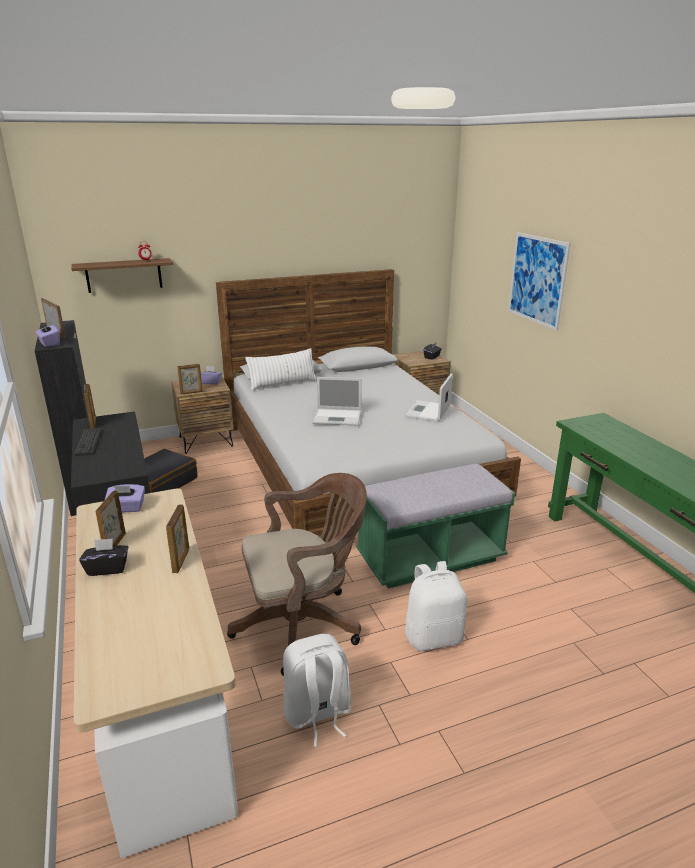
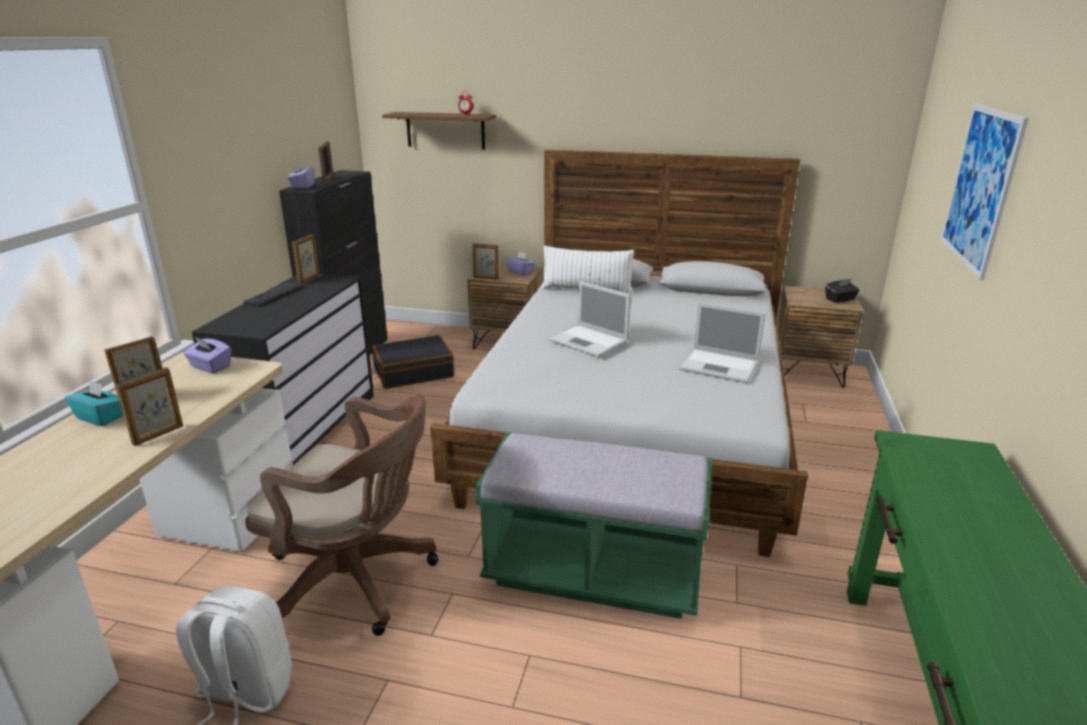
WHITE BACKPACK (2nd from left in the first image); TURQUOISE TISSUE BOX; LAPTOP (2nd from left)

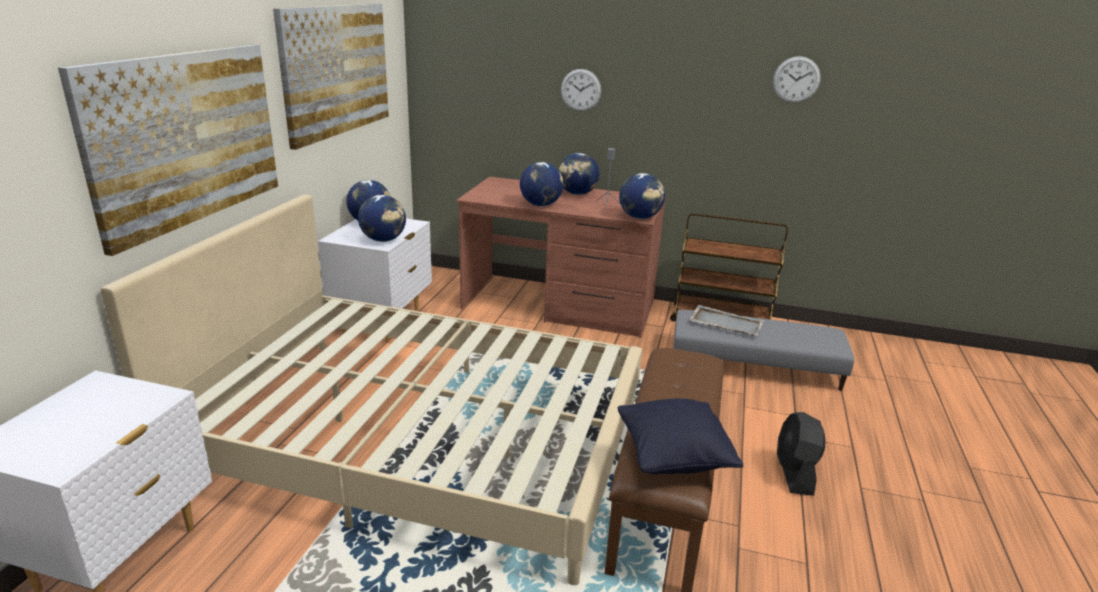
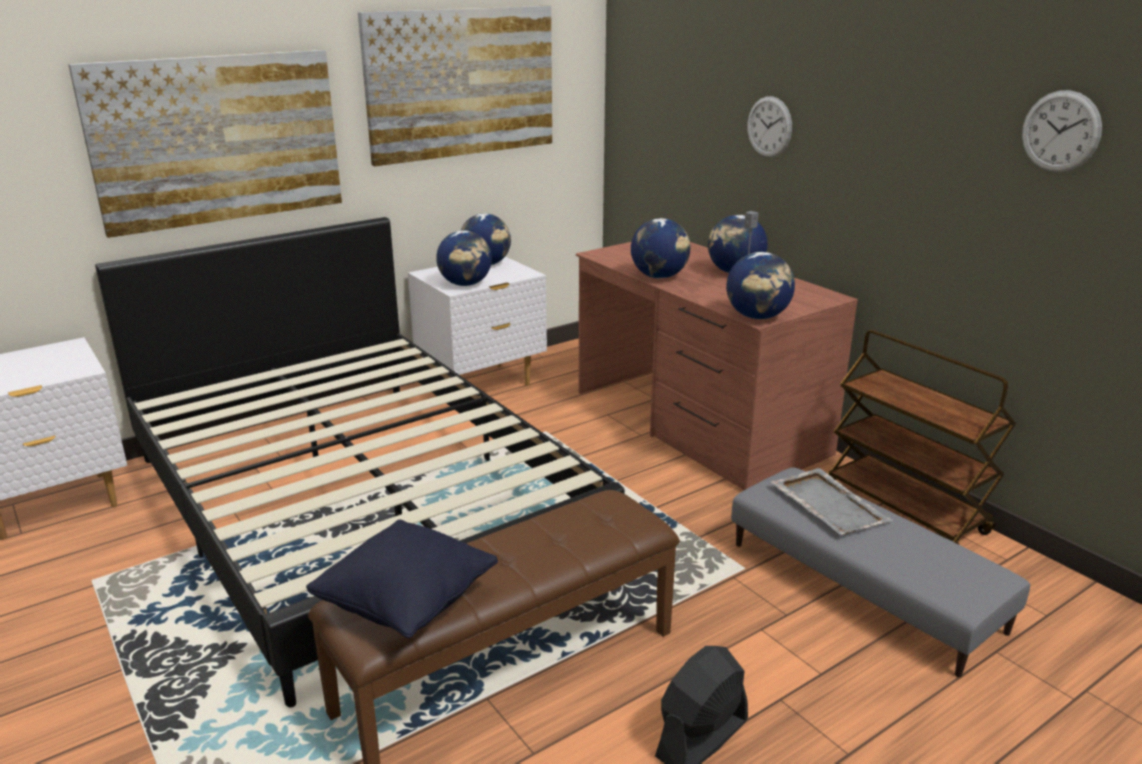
BLACK BED

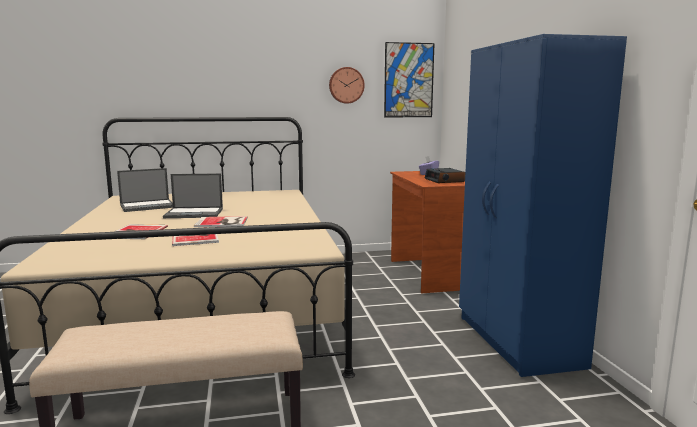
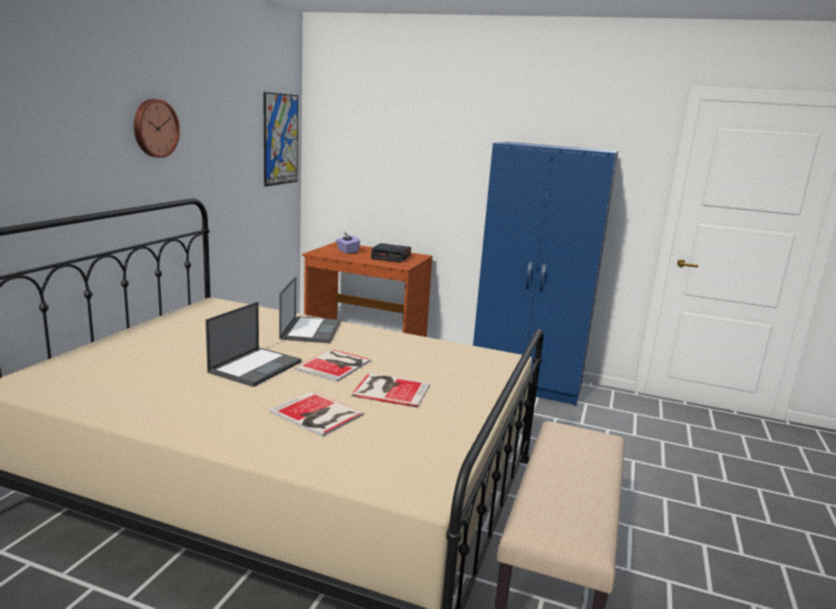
LAPTOP (2nd from left); WALL CLOCK

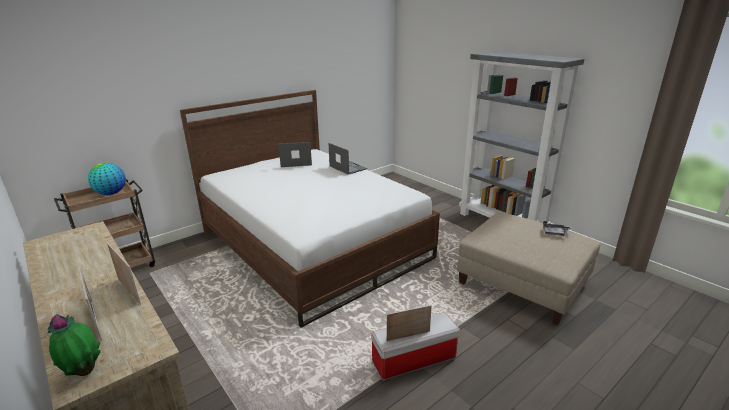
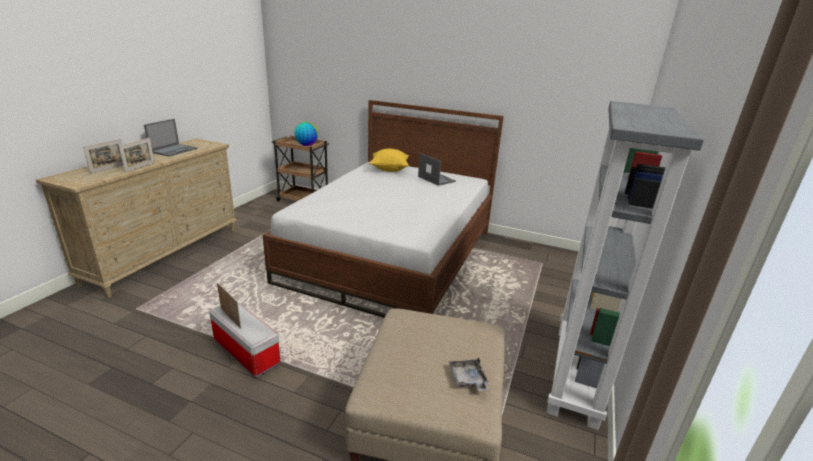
POTTED PLANT; YELLOW PILLOW; LAPTOP (1st from left)

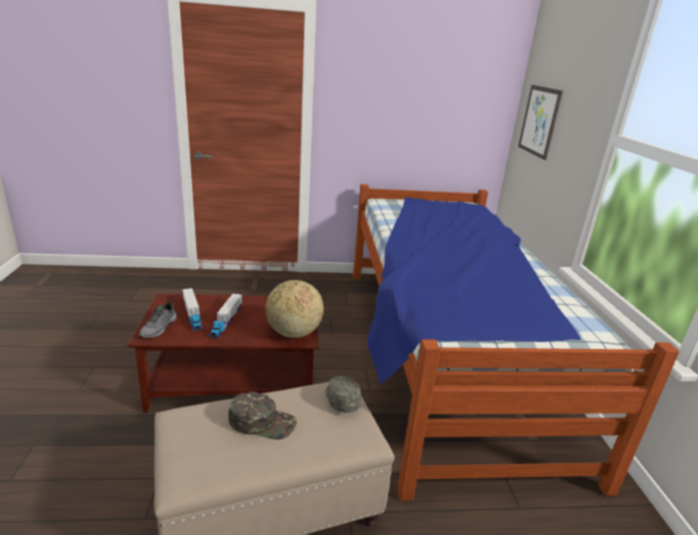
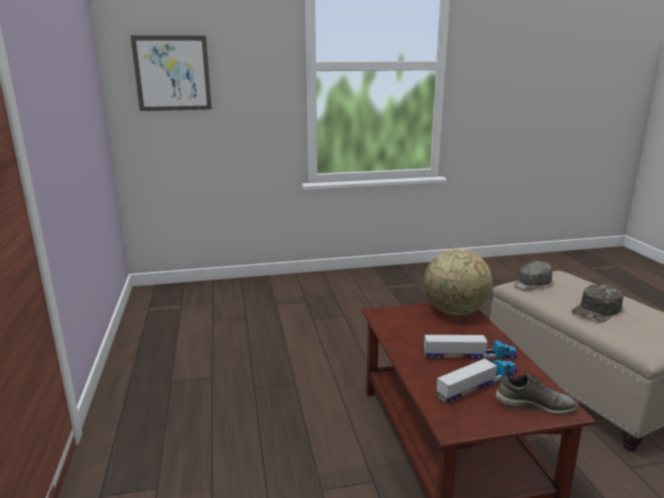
BED; GREEN CAP

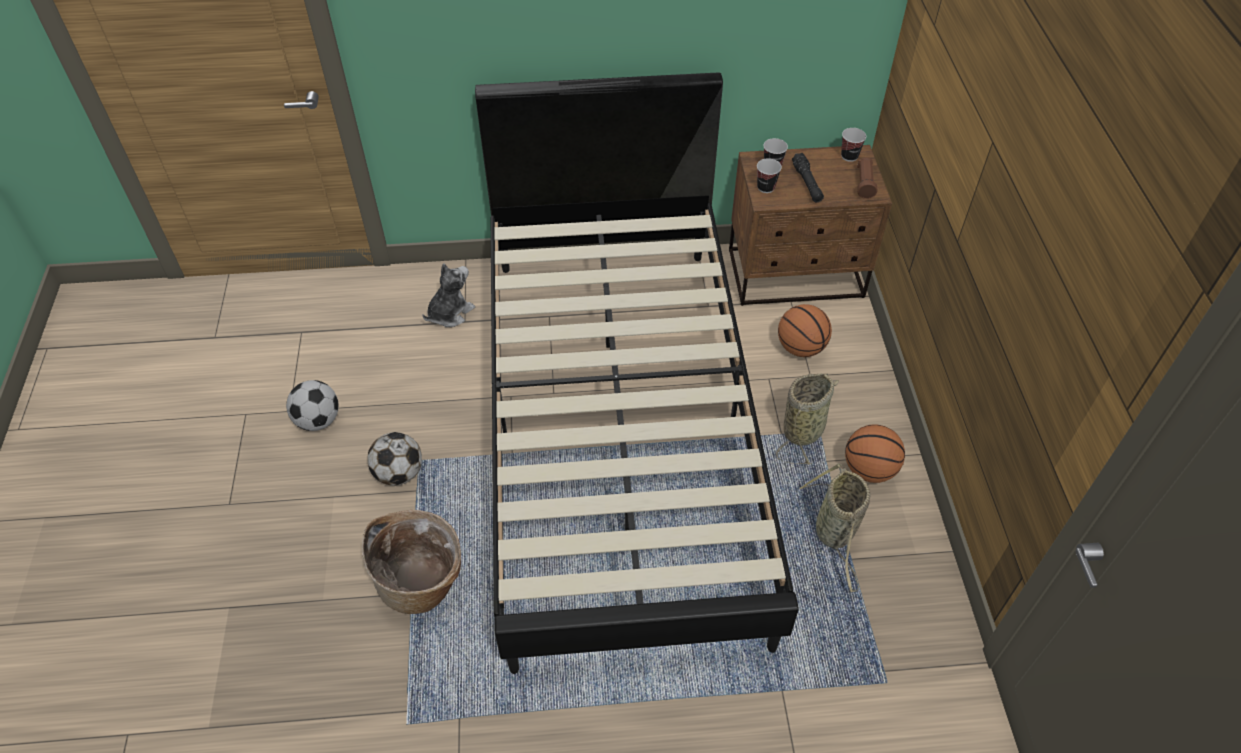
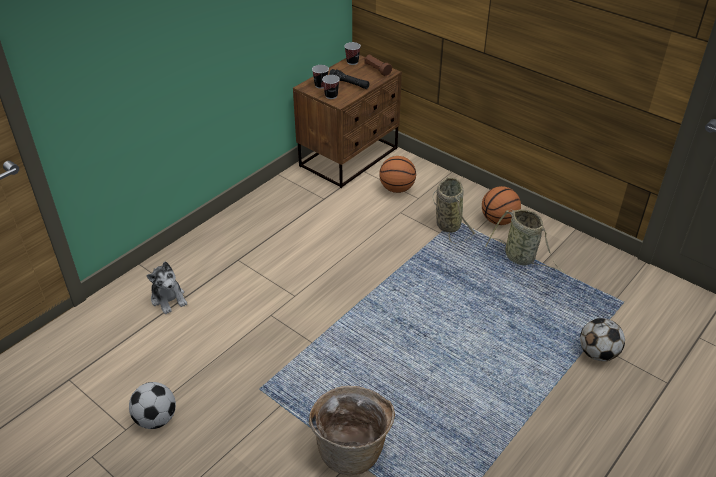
BLACK BED; FOOTBALL (2nd from left); PLUSH TOY

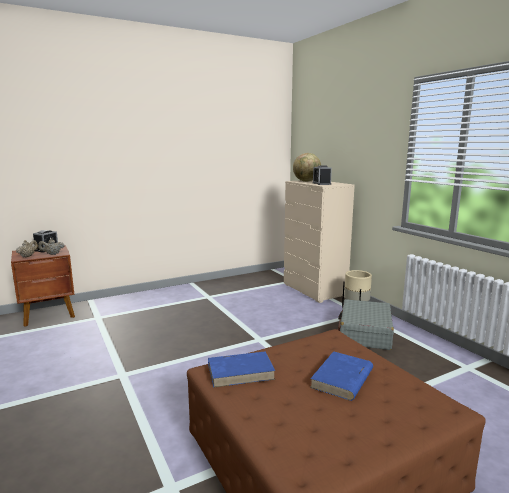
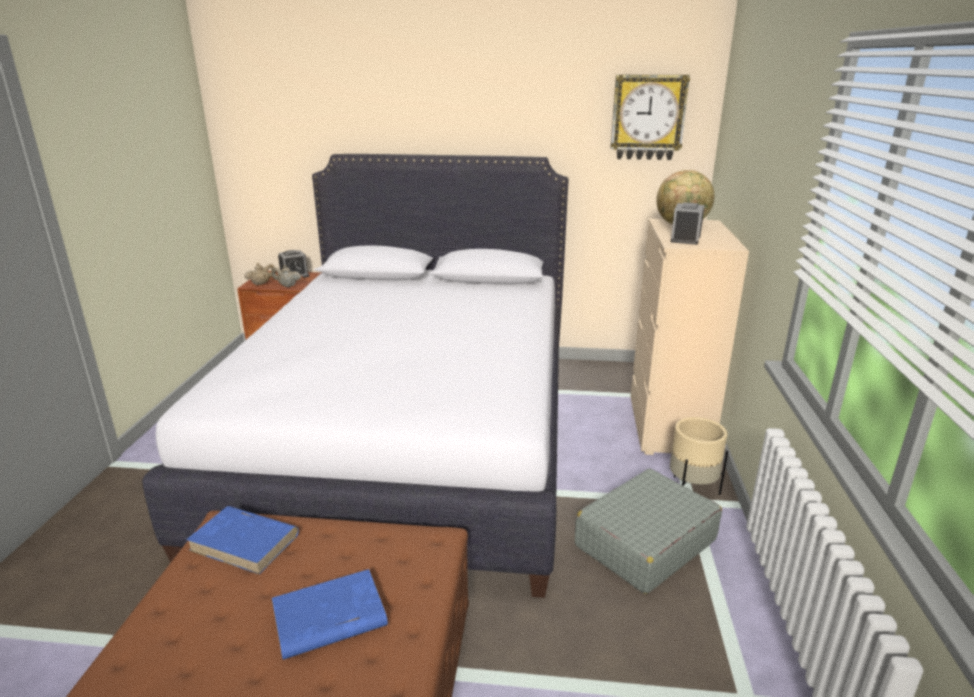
WHITE BED; WALL CLOCK

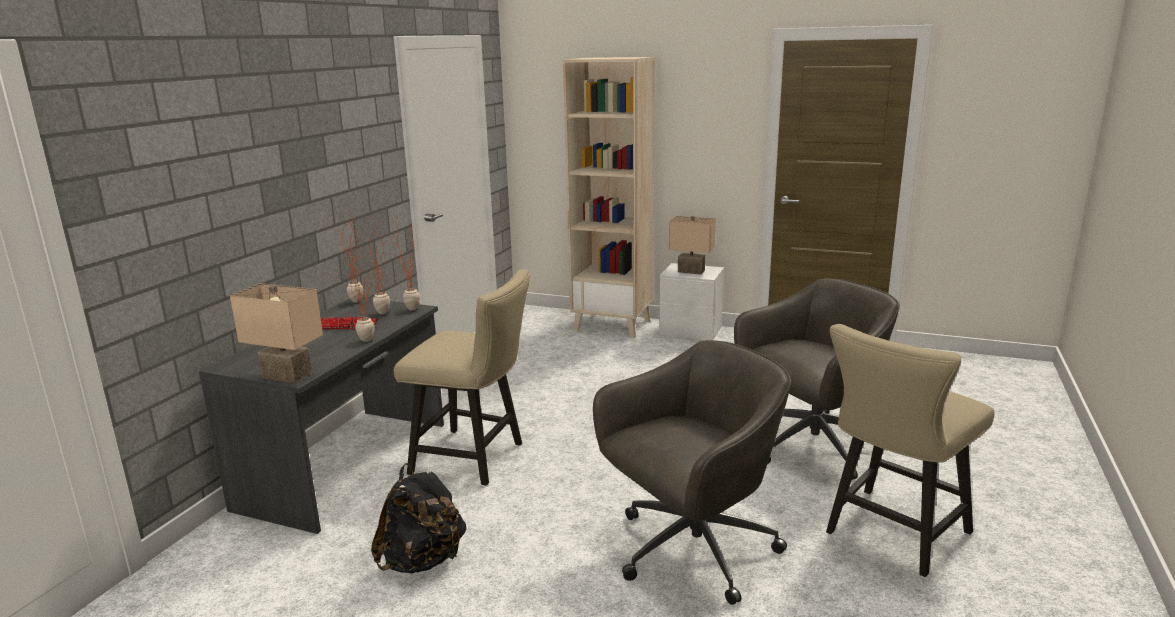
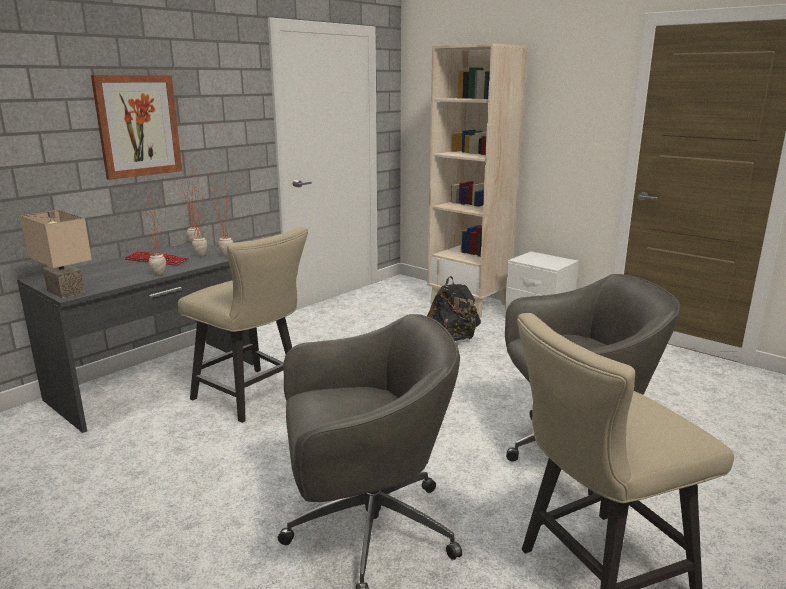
BEIGE TABLE LAMP (2nd from left in the first image); PICTURE; BLACK BACKPACK

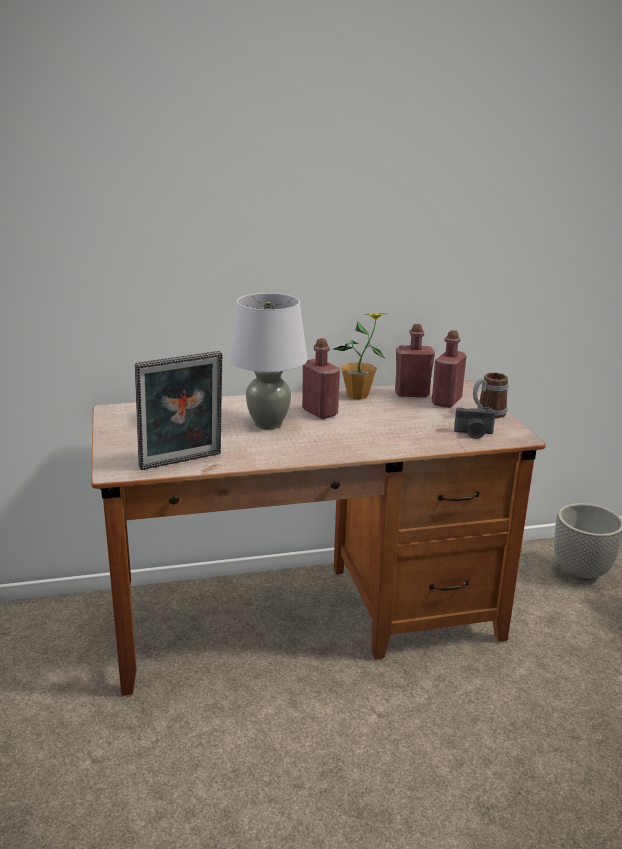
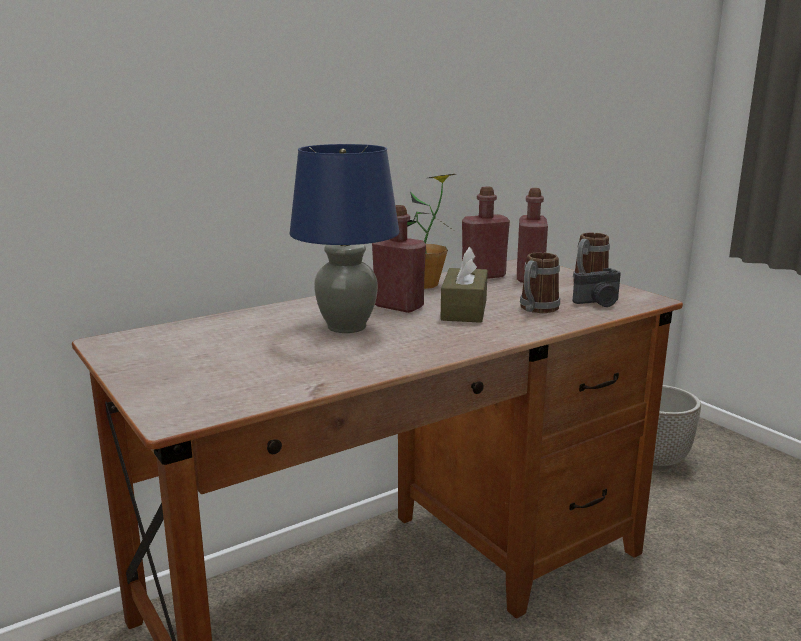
PICTURE FRAME; BROWN TISSUE BOX; MUG (1st from left); BLUE TABLE LAMP

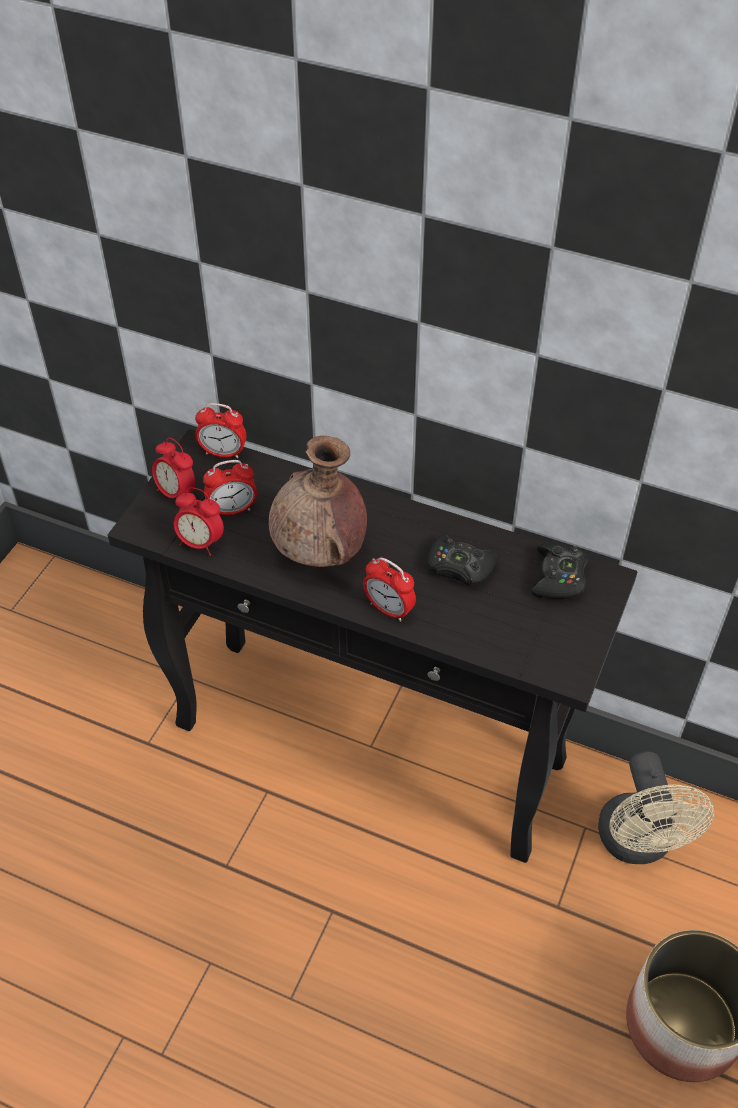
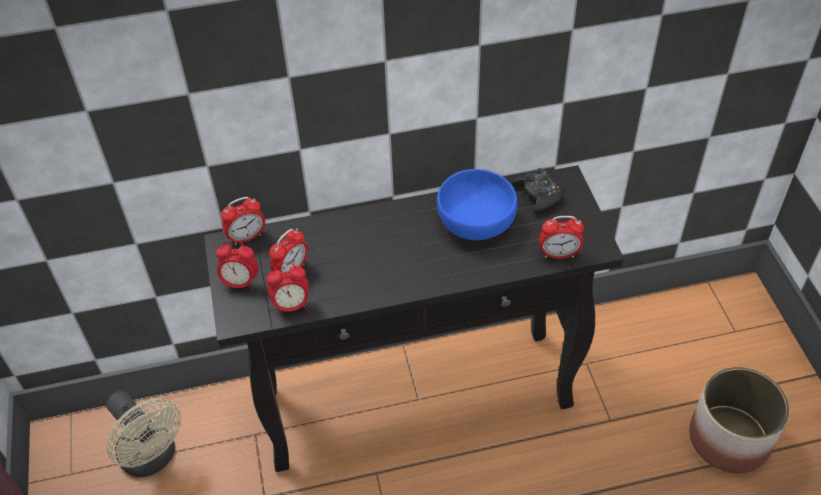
BROWN VASE; ALARM CLOCK (5th from left); BEIGE FAN; BLUE BOWL

